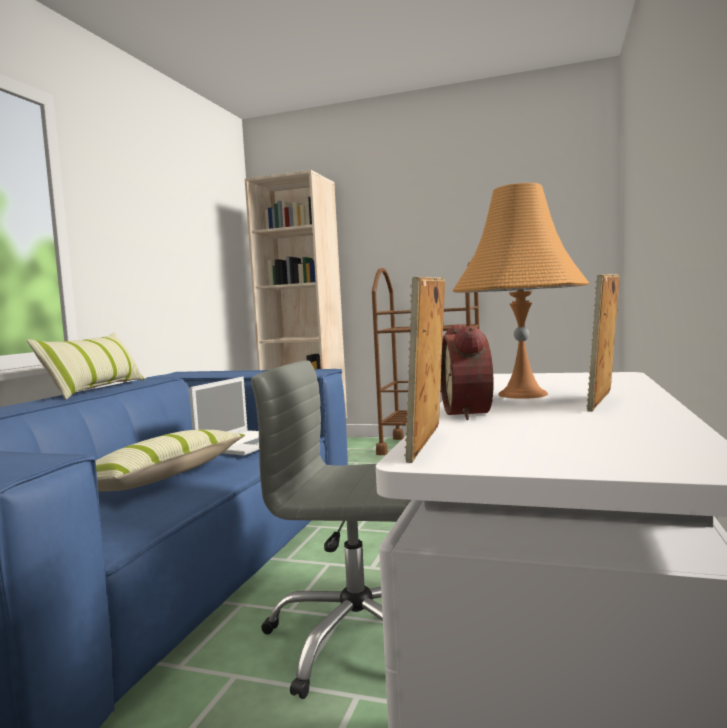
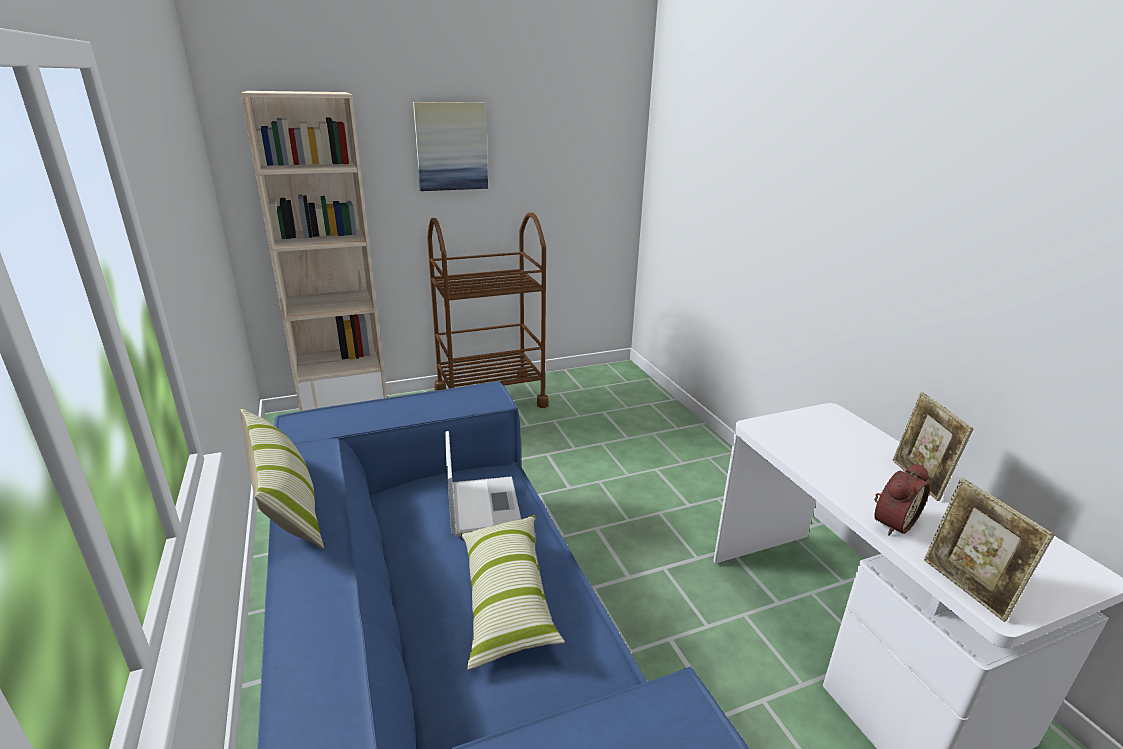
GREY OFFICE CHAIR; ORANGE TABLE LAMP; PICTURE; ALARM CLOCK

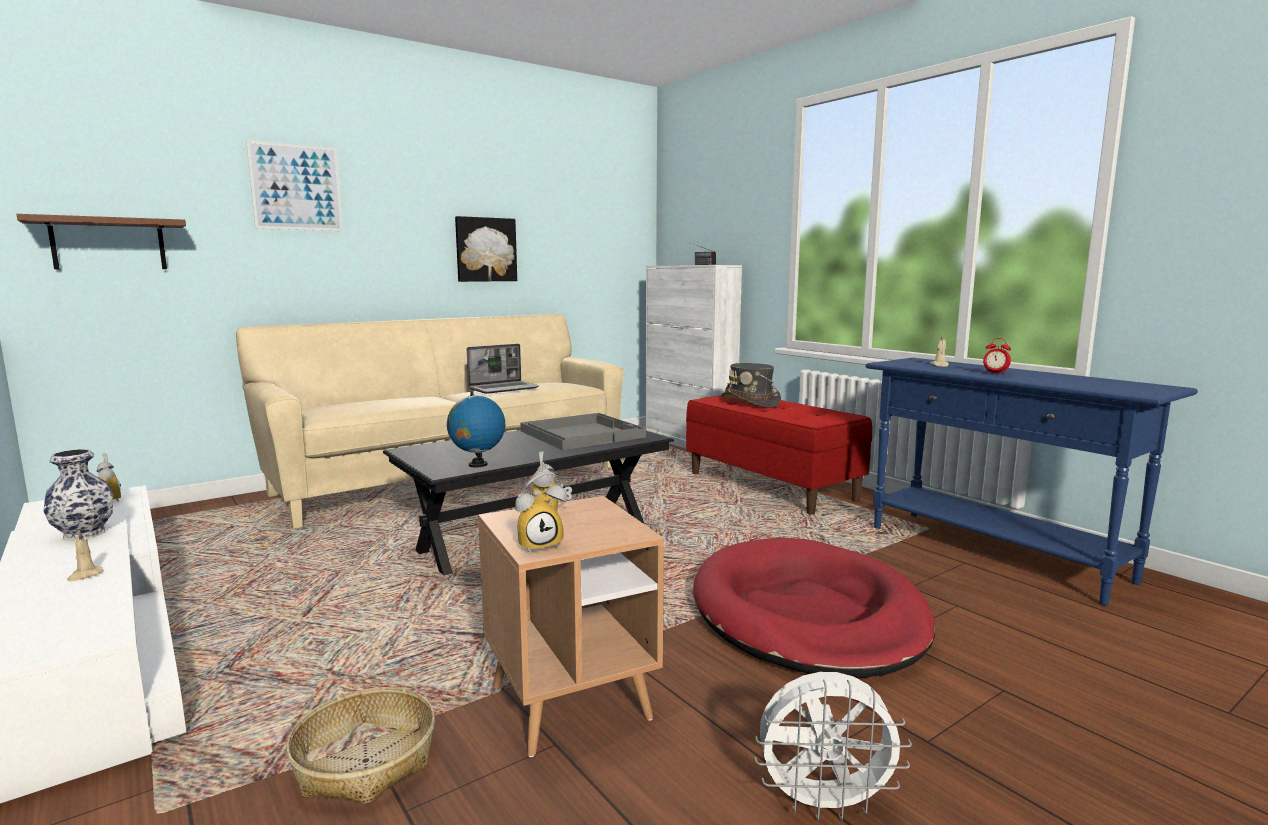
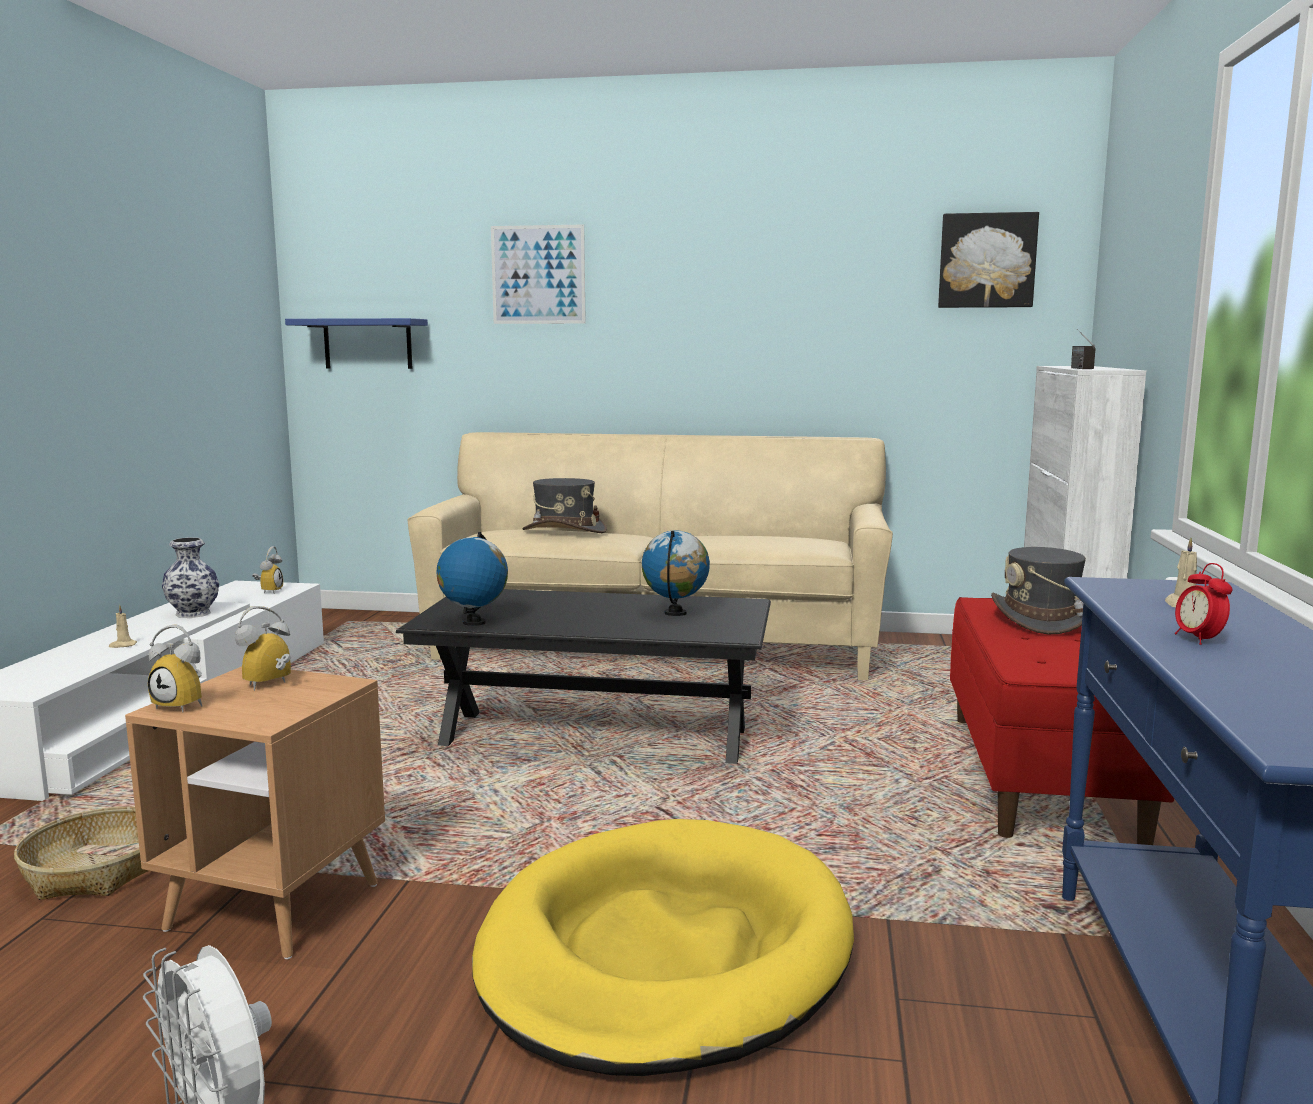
LAPTOP; GREY HAT (1st from left); PICTURE (2nd from left); GLOBE (2nd from left); BLUE SHELF; YELLOW DOG BED

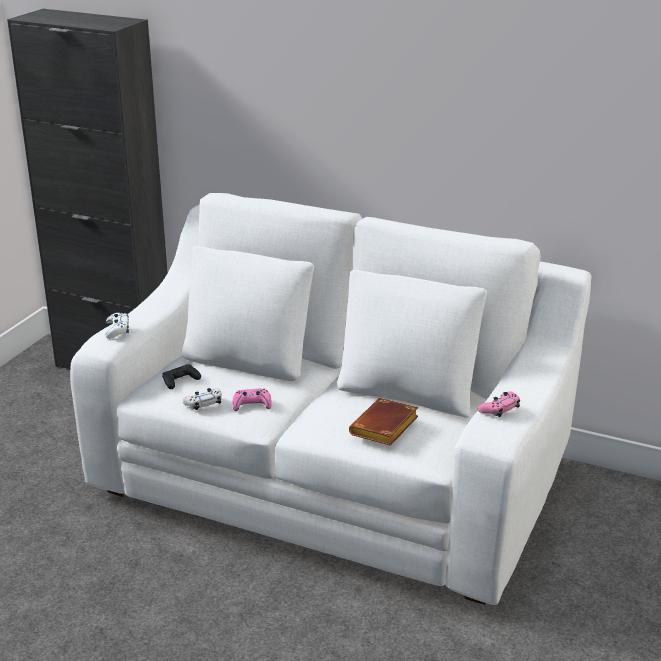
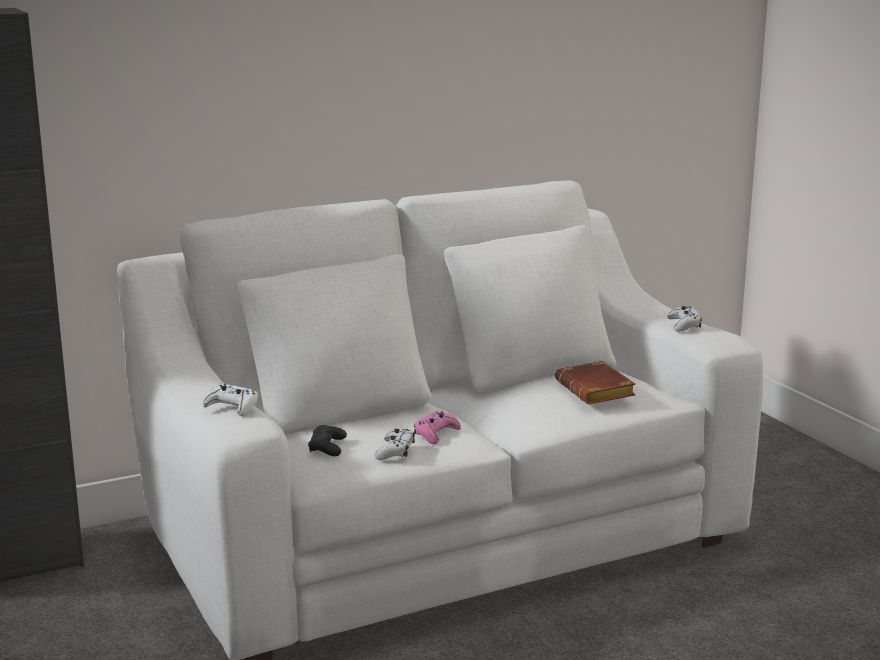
WHITE GAME CONTROLLER (3rd from left)

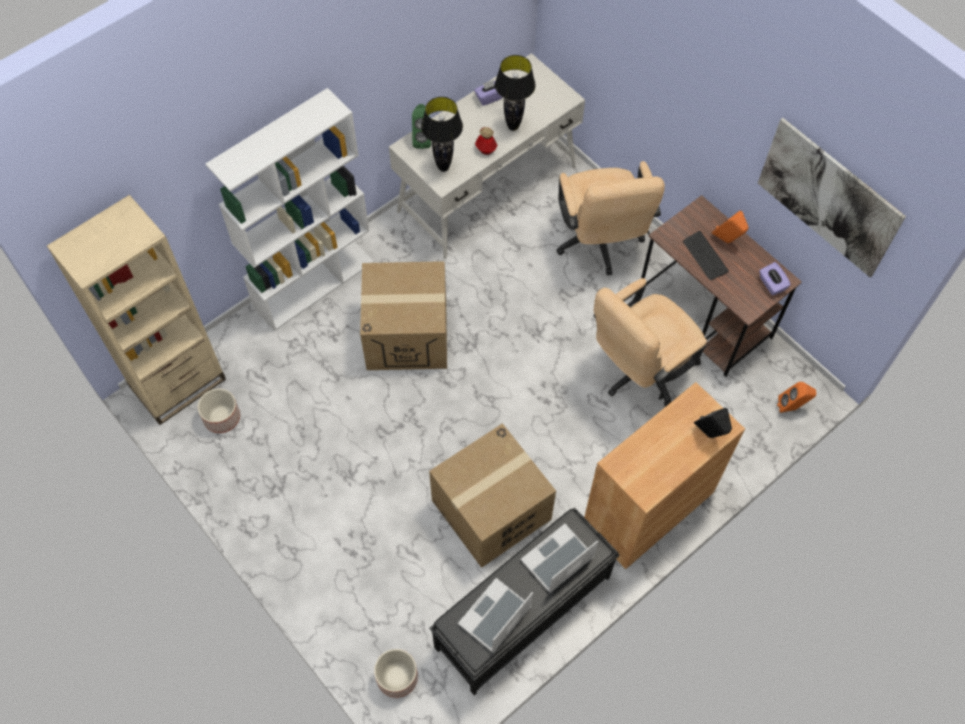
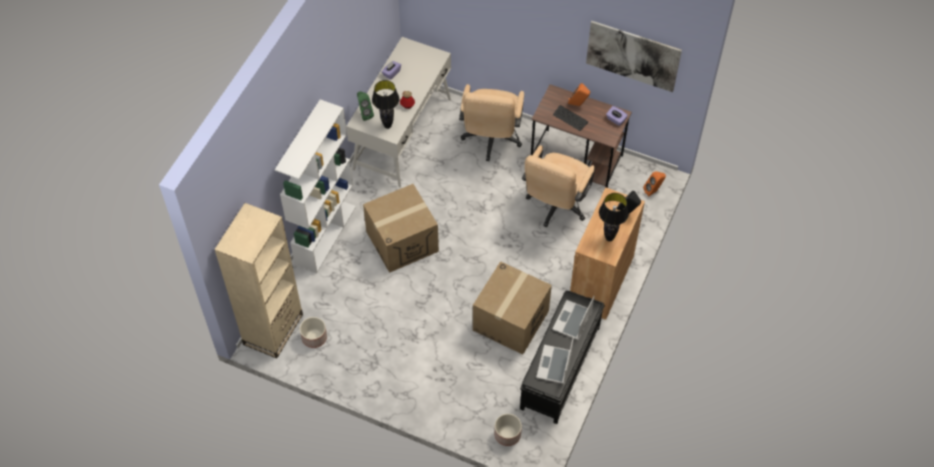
BLACK TABLE LAMP (2nd from left); BEIGE OFFICE CHAIR (1st from left)

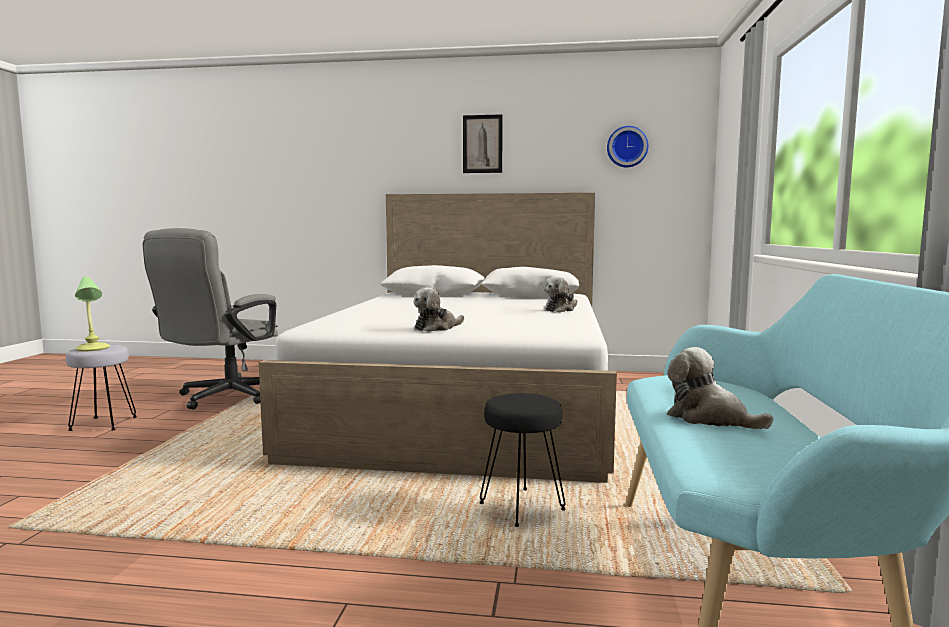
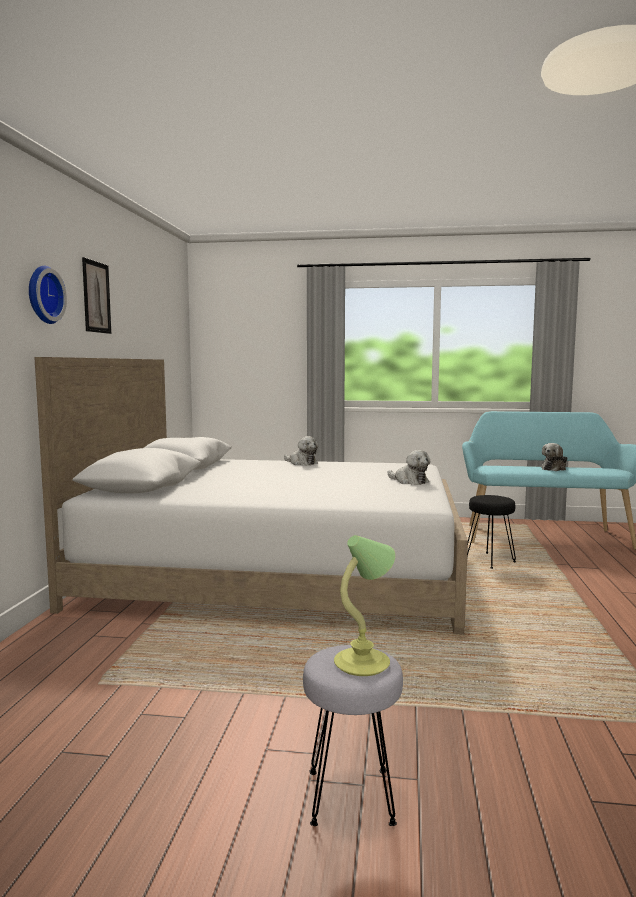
GREY OFFICE CHAIR; WALL CLOCK

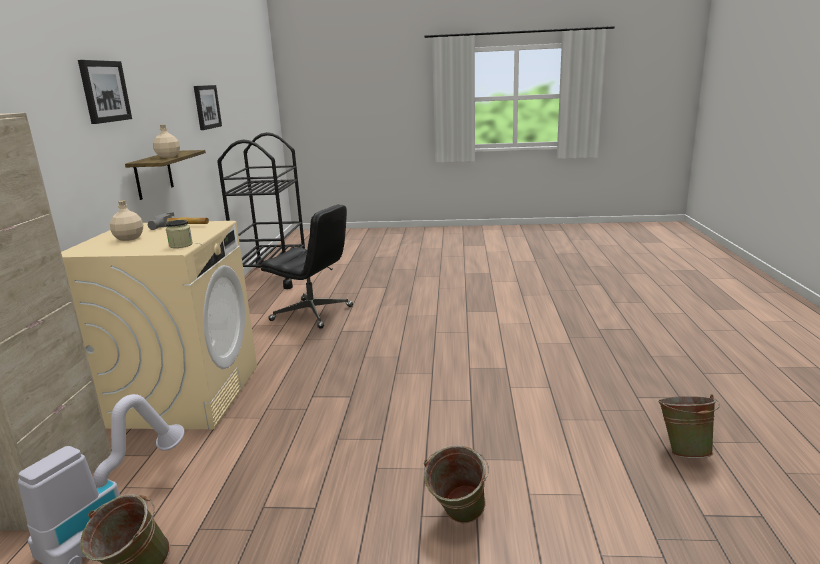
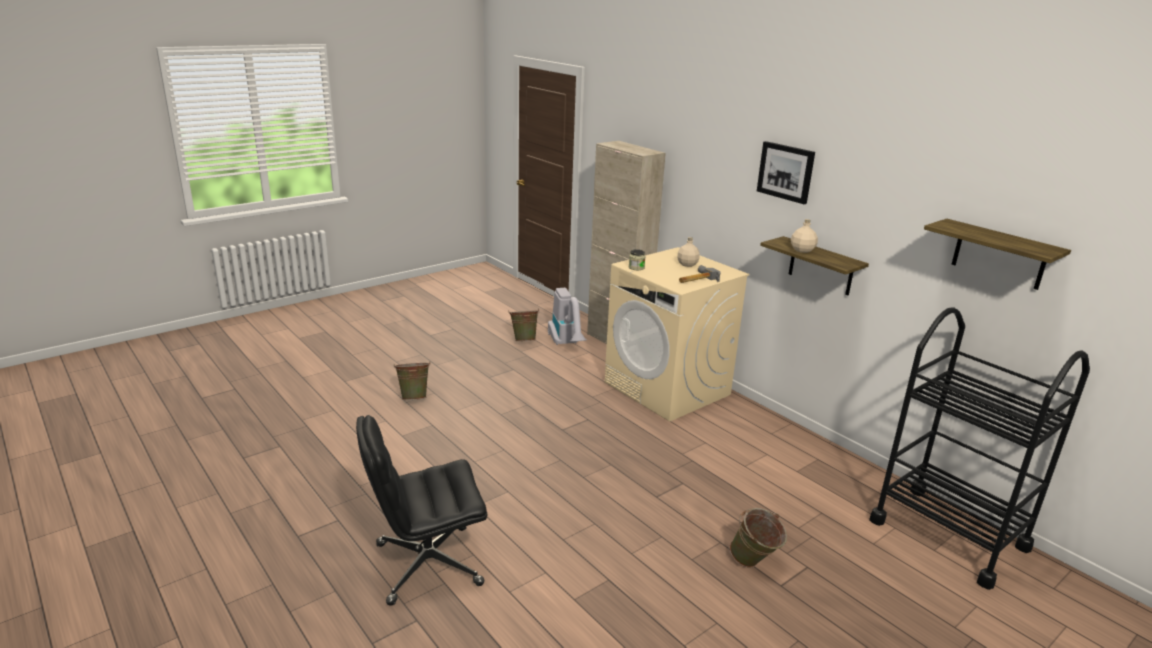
BLACK OFFICE CHAIR; GREEN BUCKET (3rd from left); SHELF (2nd from left)

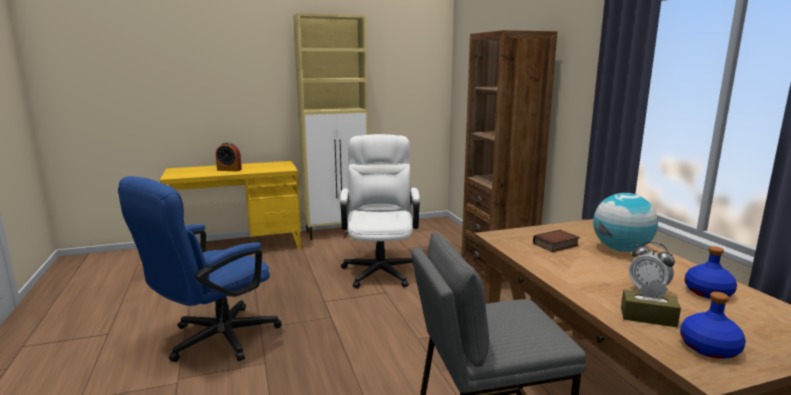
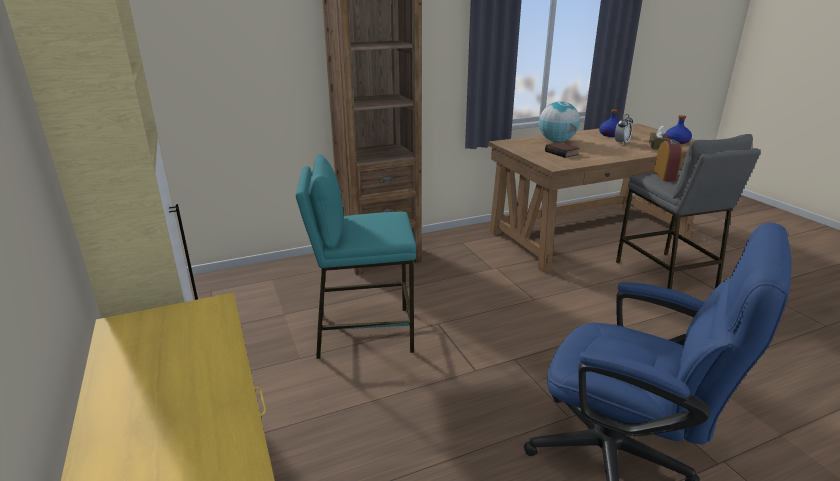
ALARM CLOCK (2nd from left); TURQUOISE STOOL

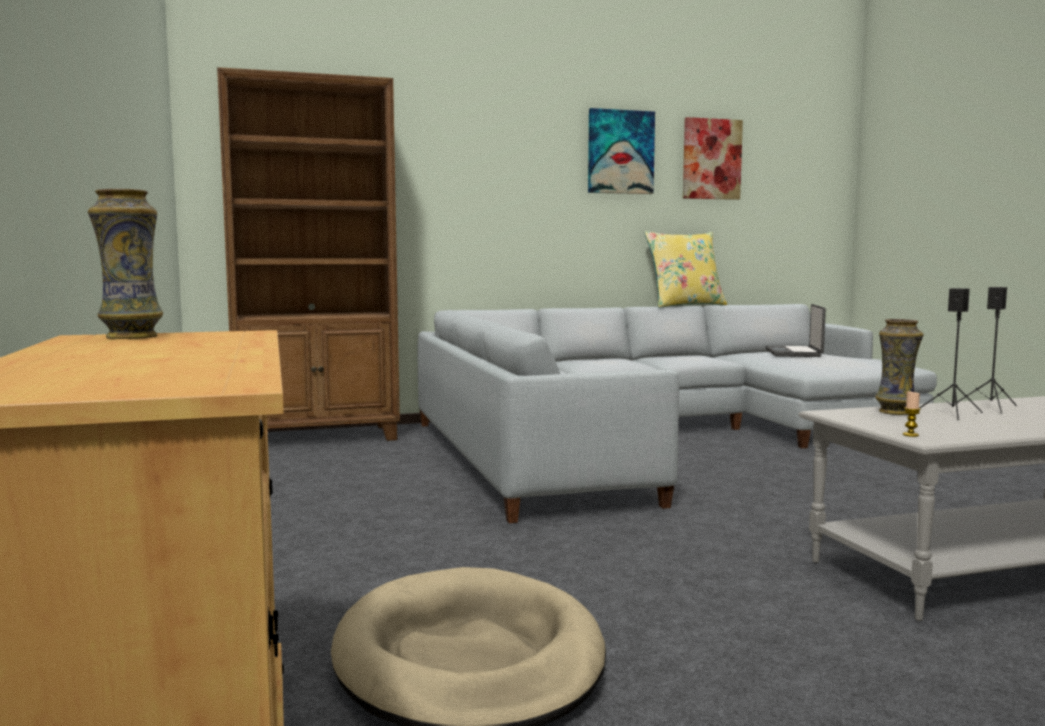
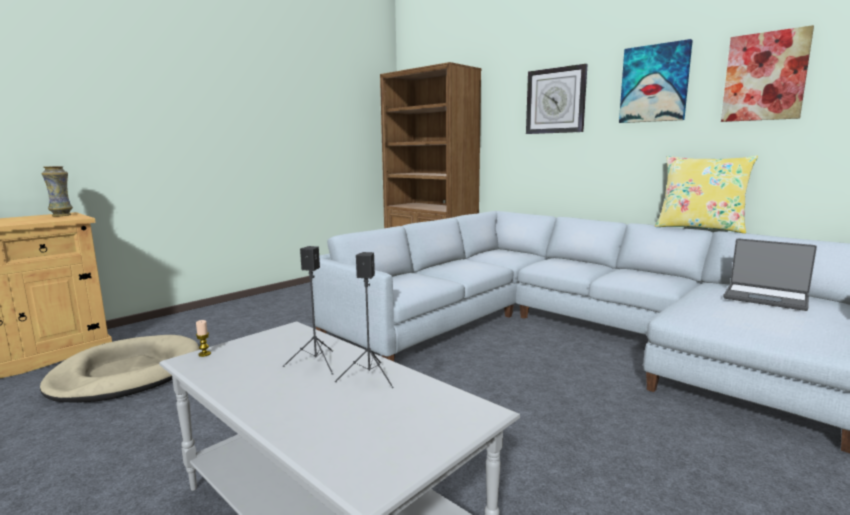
VASE (2nd from left in the first image); WALL CLOCK; LAPTOP

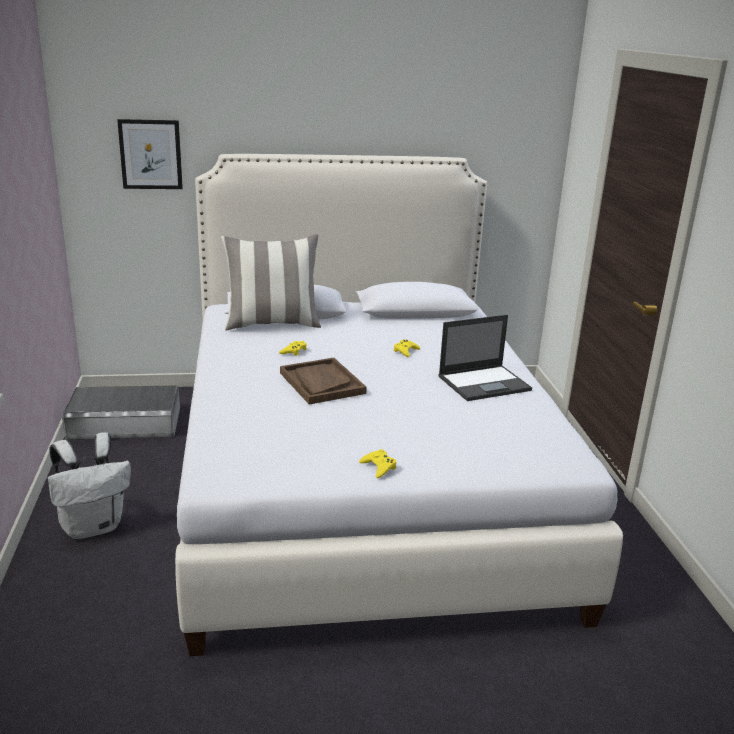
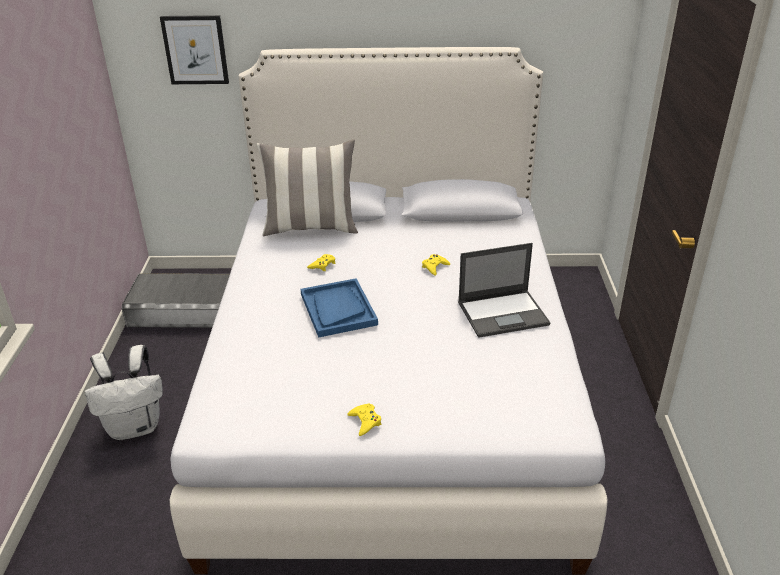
BLUE TRAY

